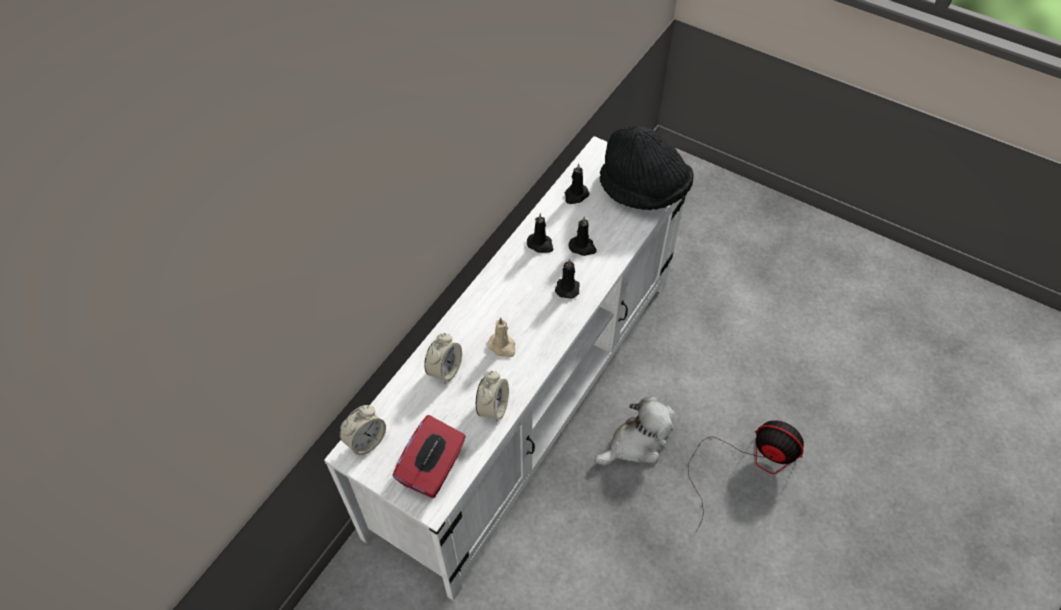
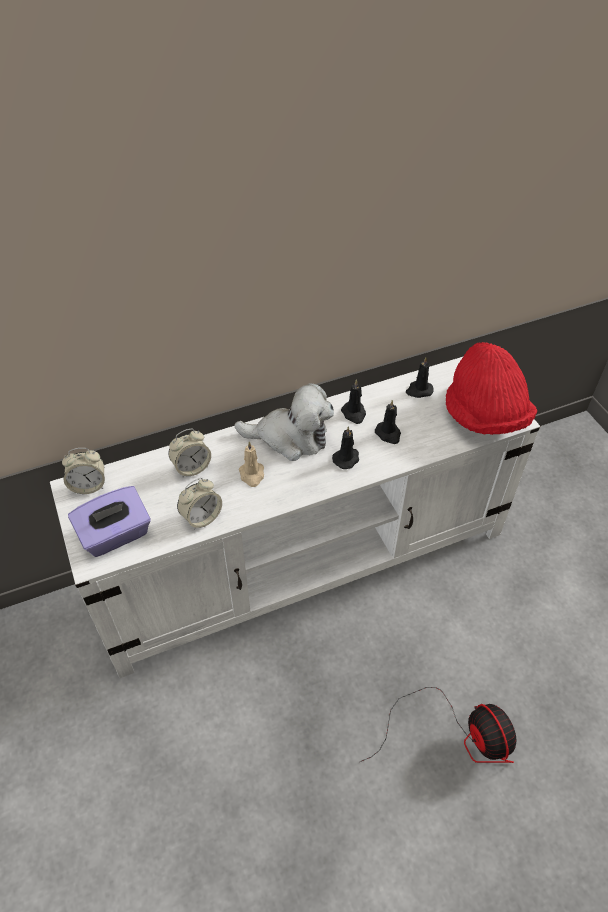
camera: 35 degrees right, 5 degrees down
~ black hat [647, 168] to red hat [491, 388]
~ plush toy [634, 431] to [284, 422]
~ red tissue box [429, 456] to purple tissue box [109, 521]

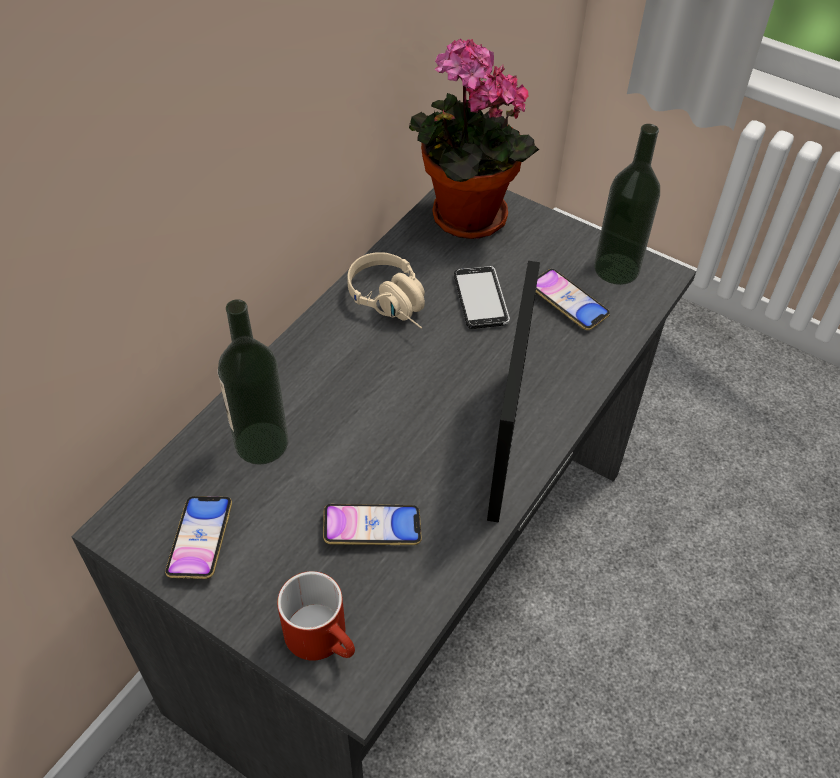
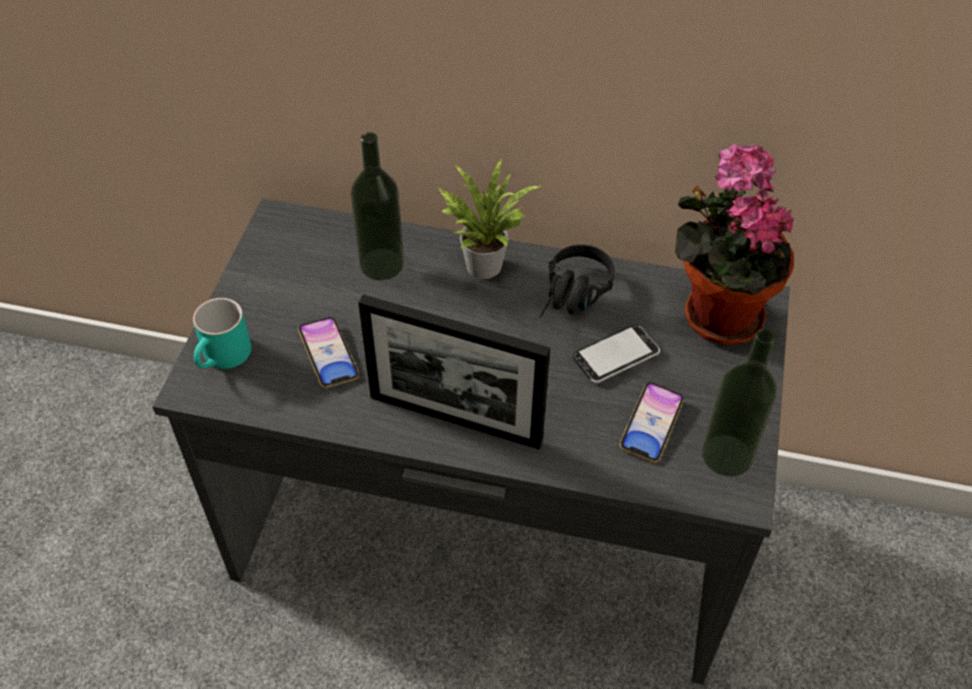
camera: 70 degrees right, 0 degrees up
~ beige headphones [386, 290] to black headphones [577, 281]
~ picture frame [513, 392] = [454, 372] 150 degrees counterclockwise
- phone [198, 537]
~ red mug [316, 616] to turquoise mug [222, 333]
+ potted plant [491, 218]

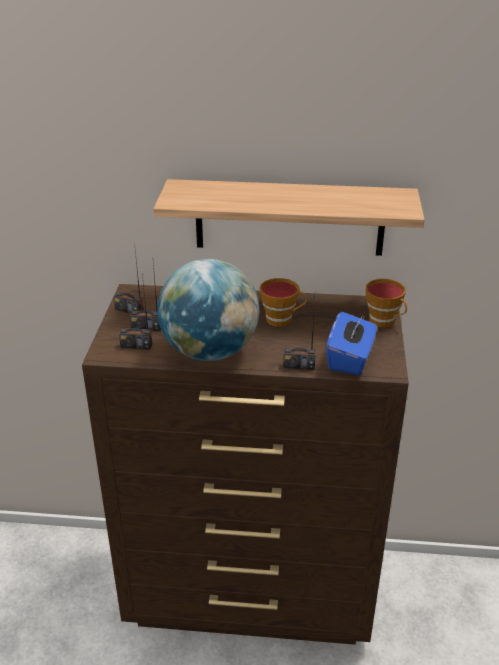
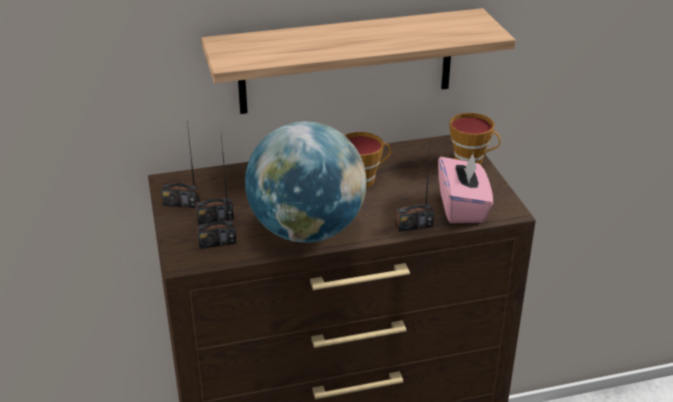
camera: 20 degrees left, 0 degrees up
~ blue tissue box [351, 343] to pink tissue box [465, 187]

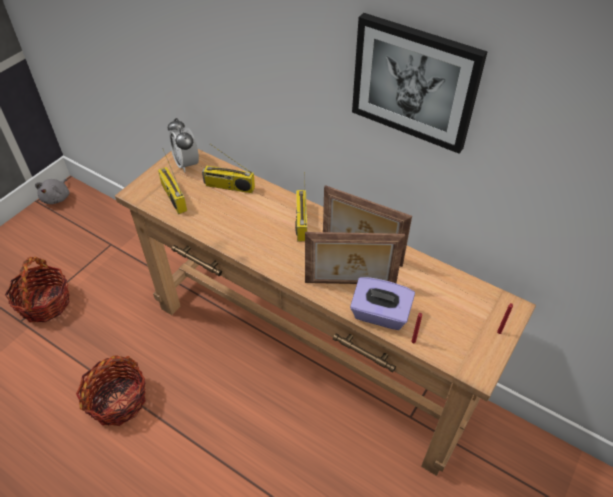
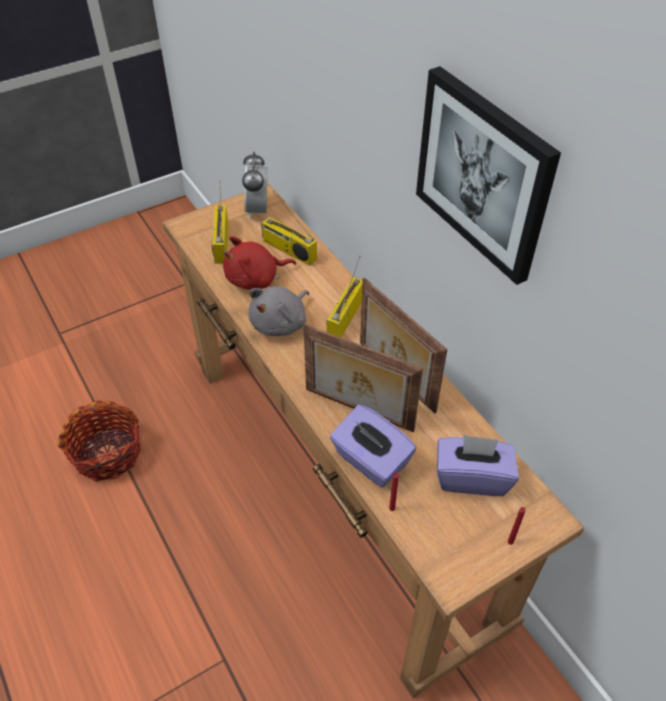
camera: 25 degrees right, 0 degrees up
~ grey plush toy [52, 191] to [278, 311]
- basket [37, 289]
+ red plush toy [259, 263]
+ purple tissue box [478, 465]

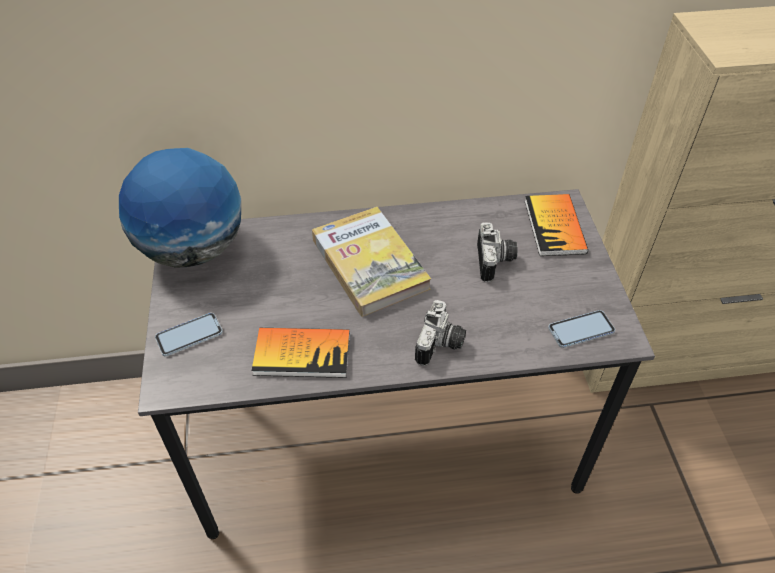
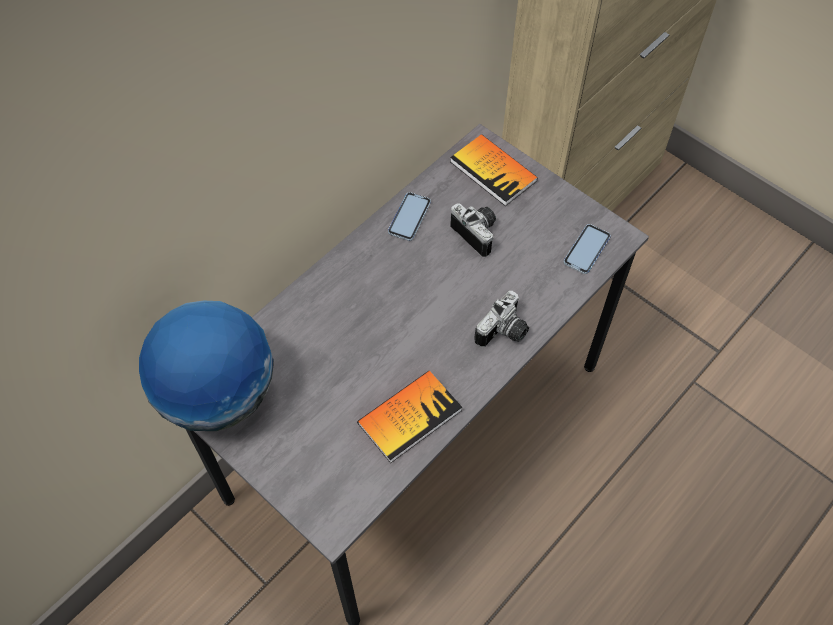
camera: 40 degrees left, 10 degrees up
- book [371, 262]
~ photo camera [440, 333] = [501, 319] 60 degrees clockwise
~ phone [189, 334] to [409, 216]

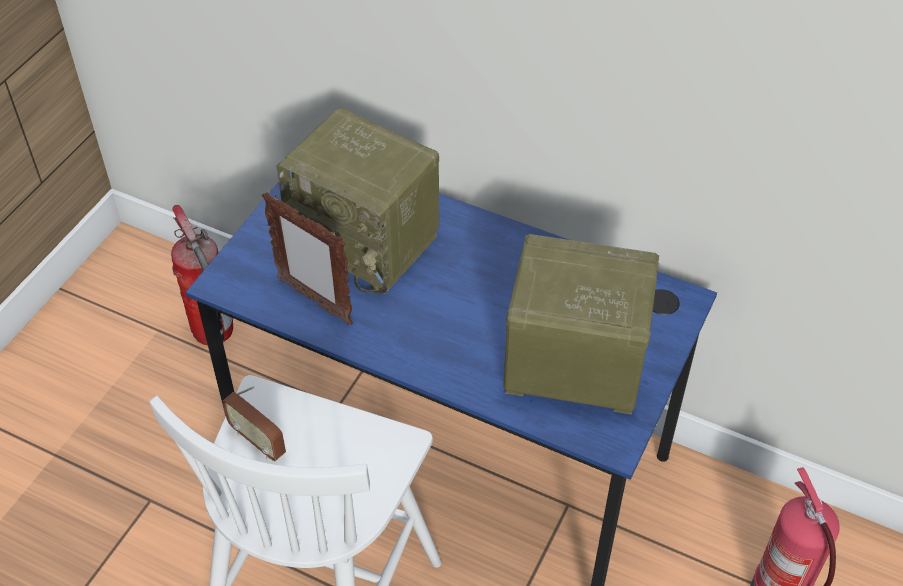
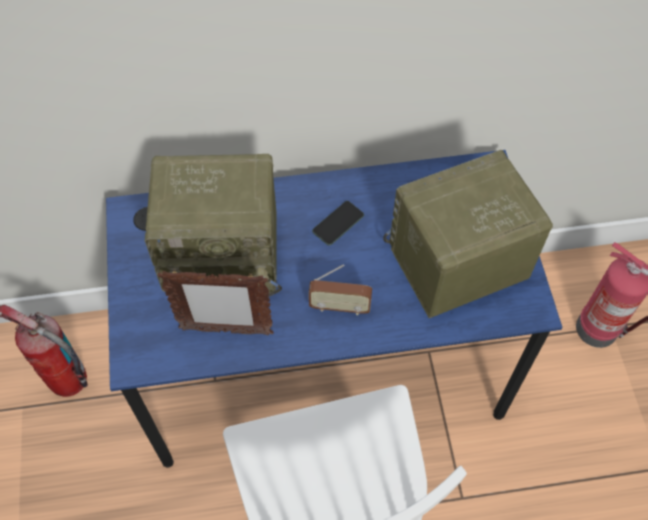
camera: 35 degrees left, 10 degrees up
~ radio [254, 423] to [340, 290]
+ phone [338, 223]

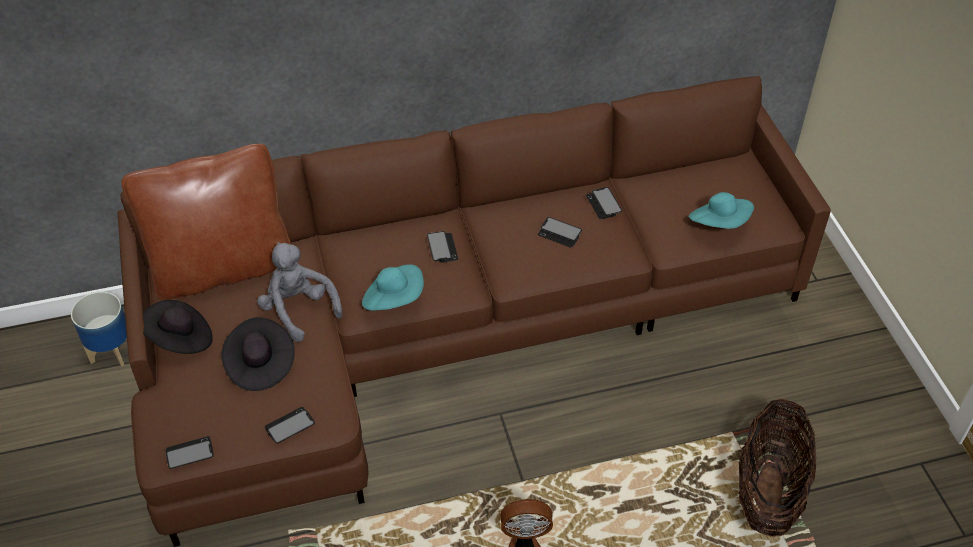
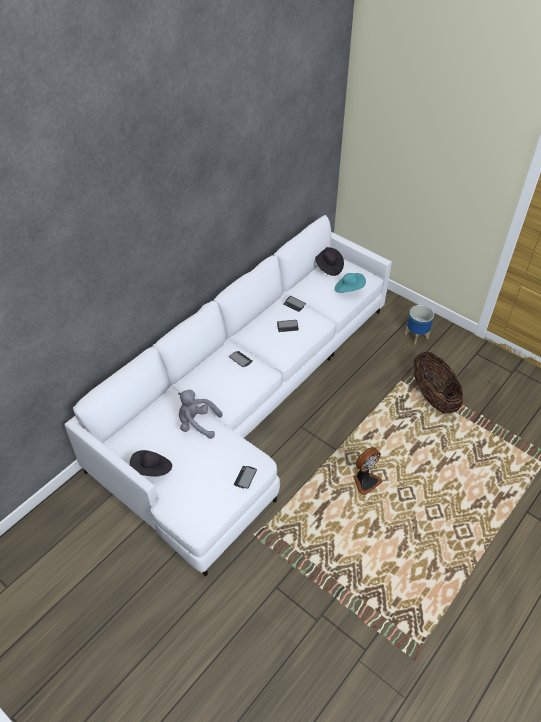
camera: 35 degrees left, 0 degrees up
~ brown sofa [474, 311] to white sofa [228, 396]
- brown pillow [206, 222]
- turquoise hat [393, 287]
~ planter [99, 329] to [419, 324]
~ black hat [258, 354] to [329, 261]
- phone [190, 452]

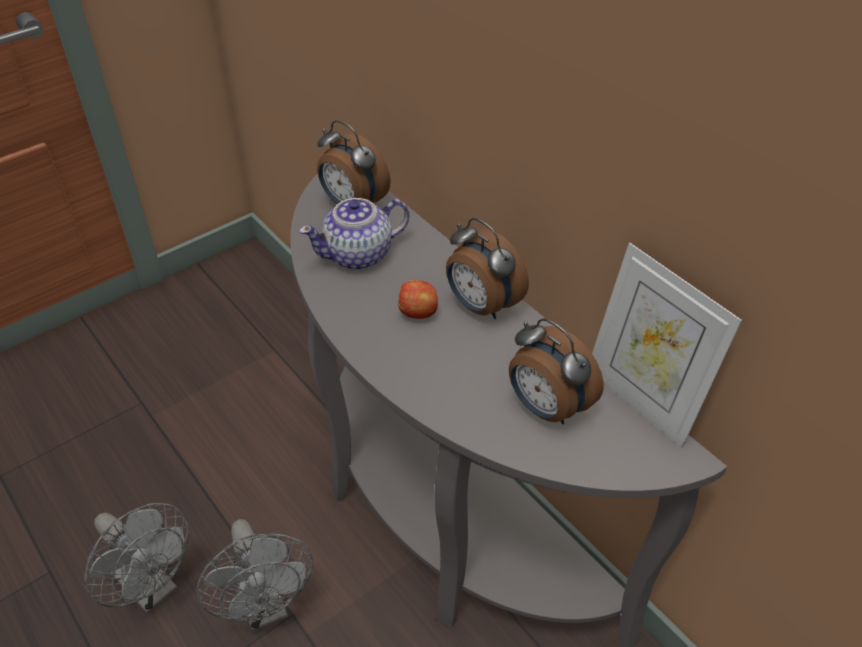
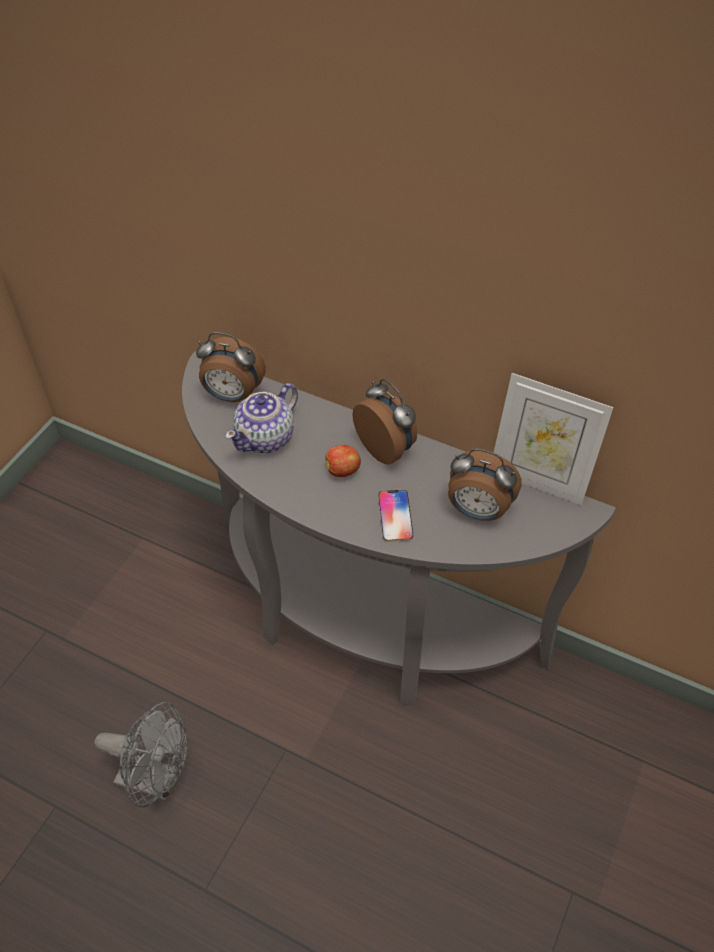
camera: 25 degrees left, 5 degrees up
~ alarm clock [487, 268] = [384, 421] 150 degrees counterclockwise
- grey fan [254, 575]
+ phone [395, 516]

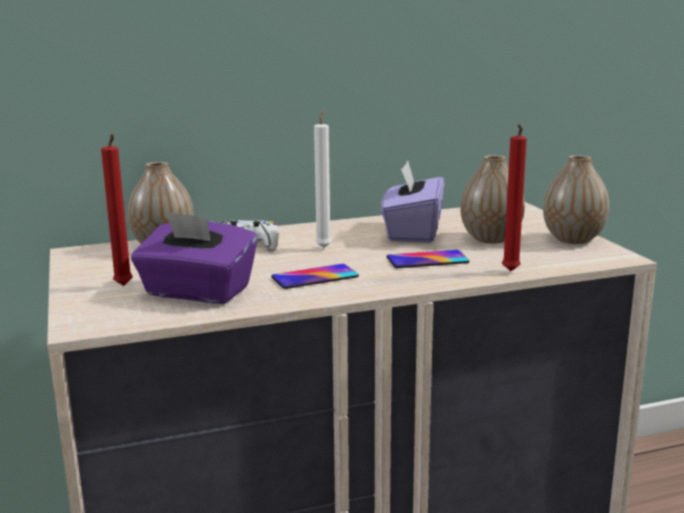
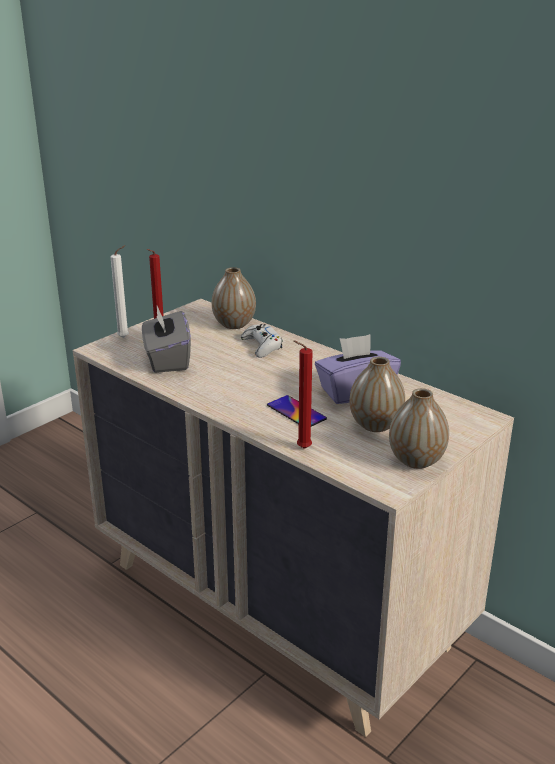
camera: 60 degrees right, 10 degrees up
~ white candle [323, 178] to [119, 291]
~ purple tissue box [194, 257] to grey tissue box [166, 339]
- phone [315, 276]

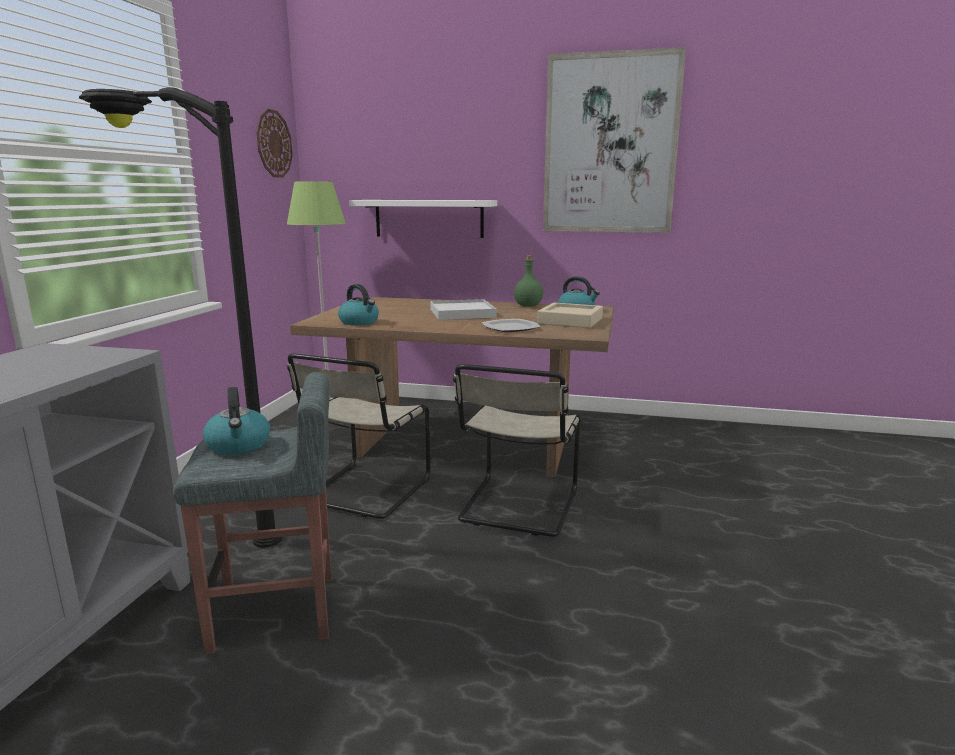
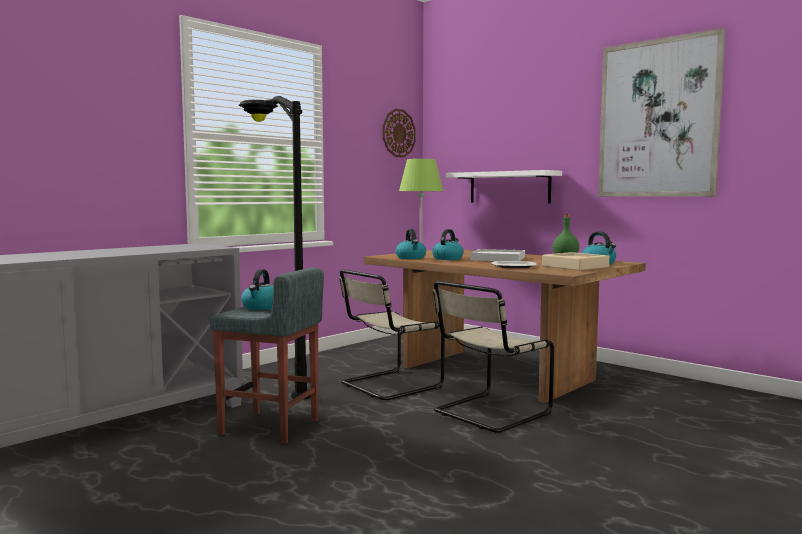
camera: 30 degrees right, 10 degrees down
+ kettle [448, 244]

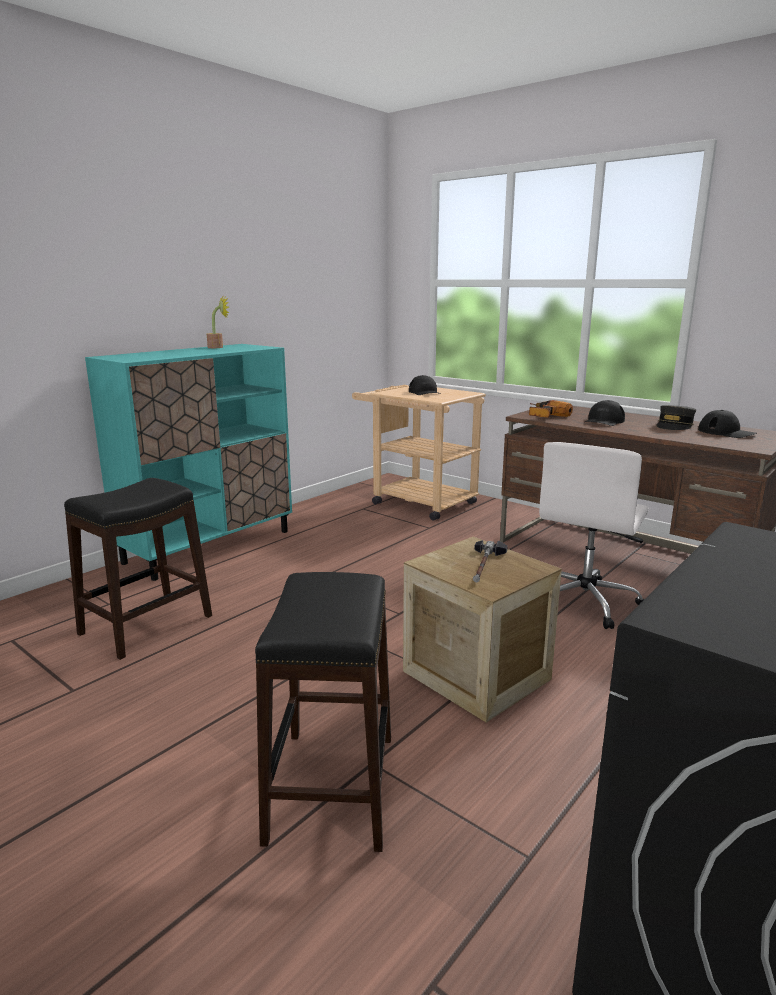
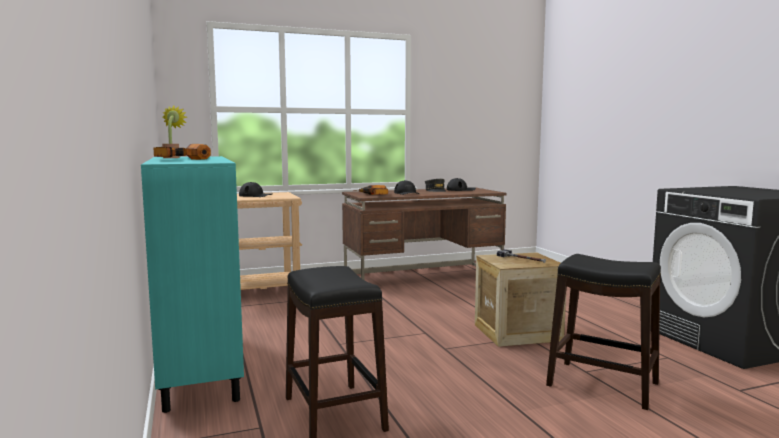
camera: 60 degrees left, 10 degrees down
- white office chair [594, 535]
+ power drill [182, 152]

